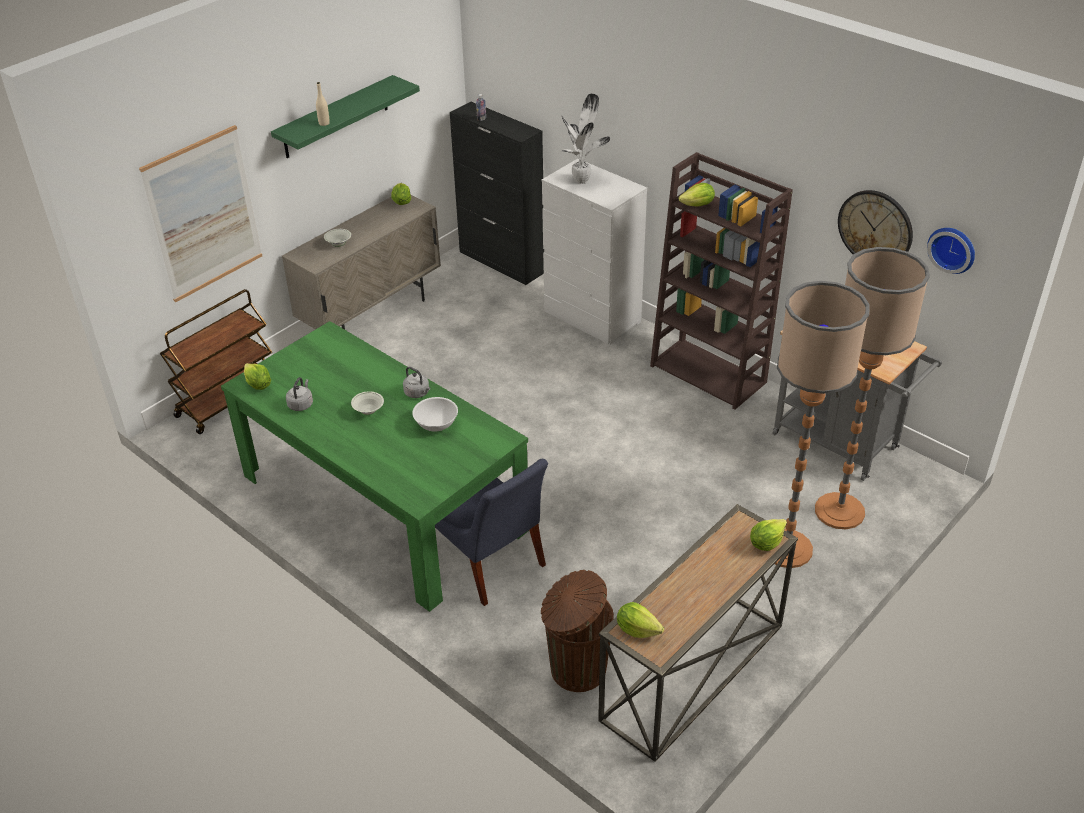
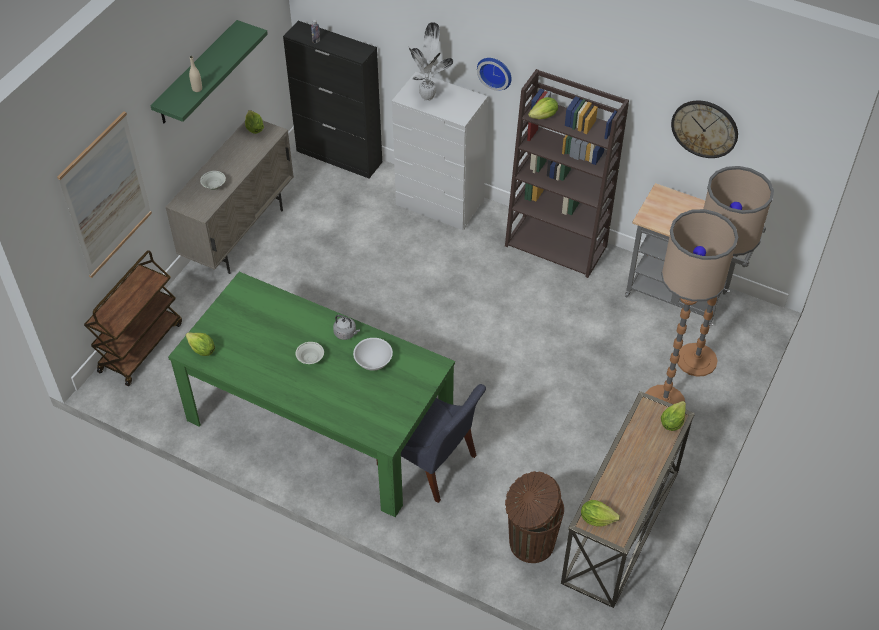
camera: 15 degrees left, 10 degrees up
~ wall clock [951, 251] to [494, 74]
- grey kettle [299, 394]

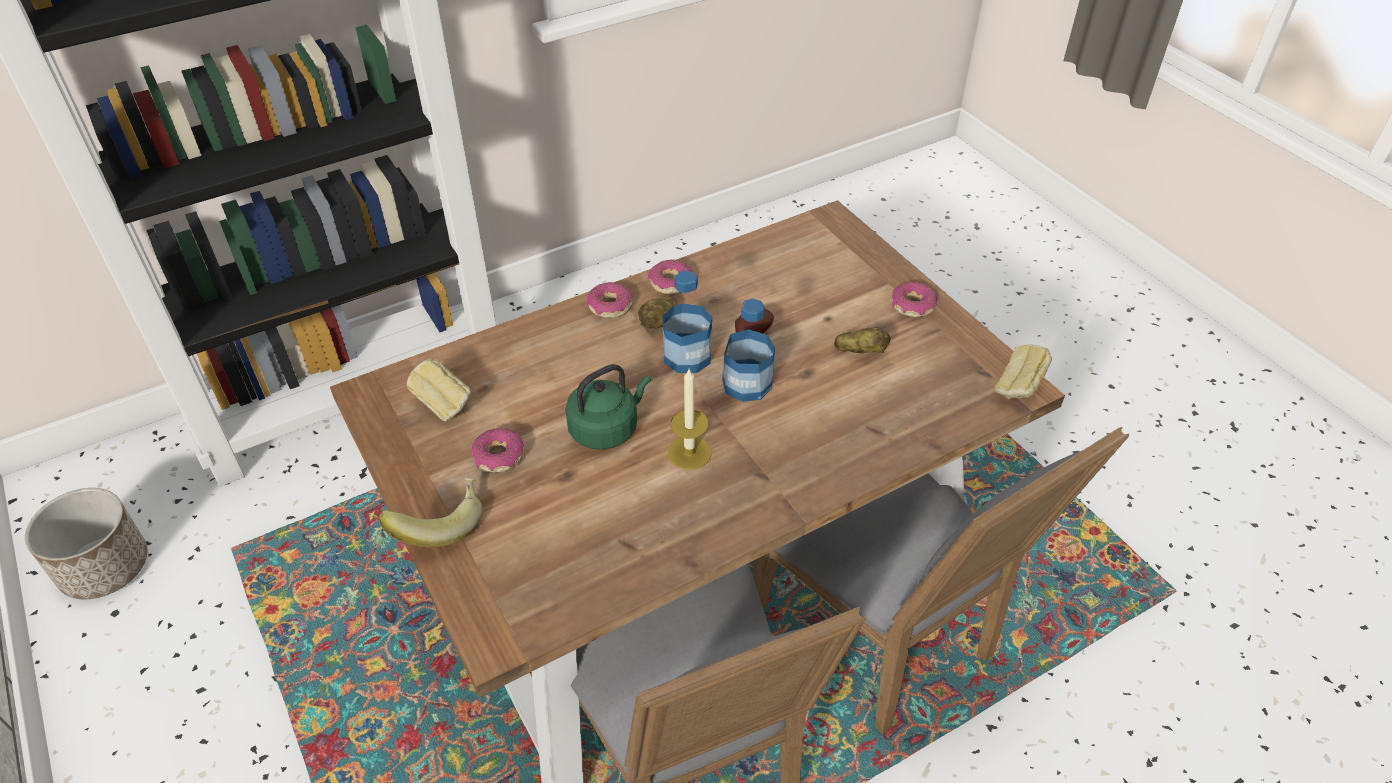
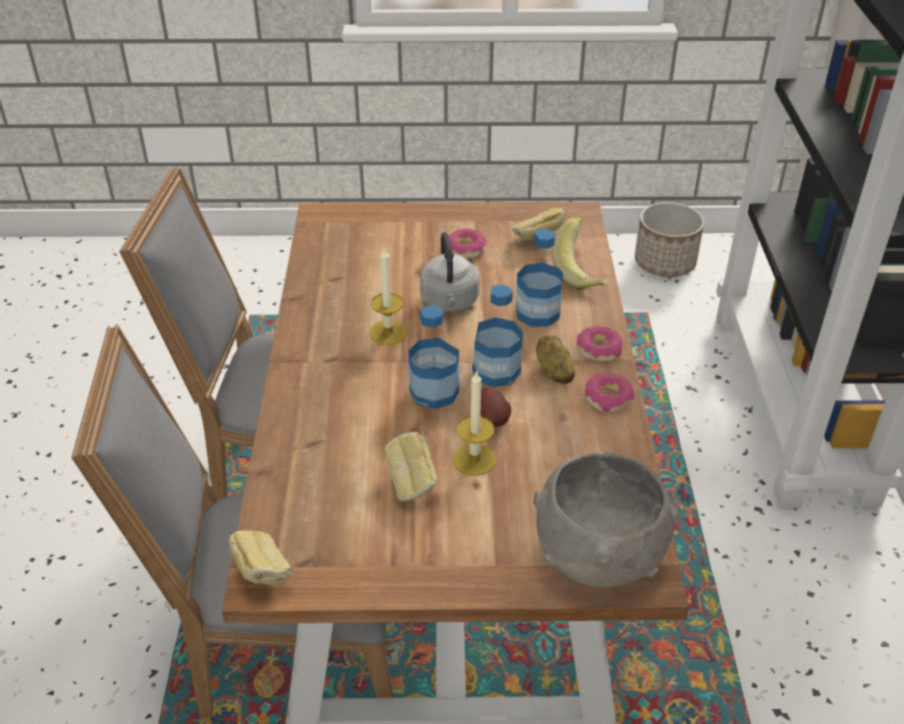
camera: 120 degrees right, 5 degrees down
- donut [914, 299]
~ potato [862, 340] to bread [411, 466]
~ green kettle [608, 407] to grey kettle [449, 272]
~ banana [431, 512] to [580, 253]
+ bottle [539, 278]
+ candle [475, 423]
+ grey bowl [606, 519]

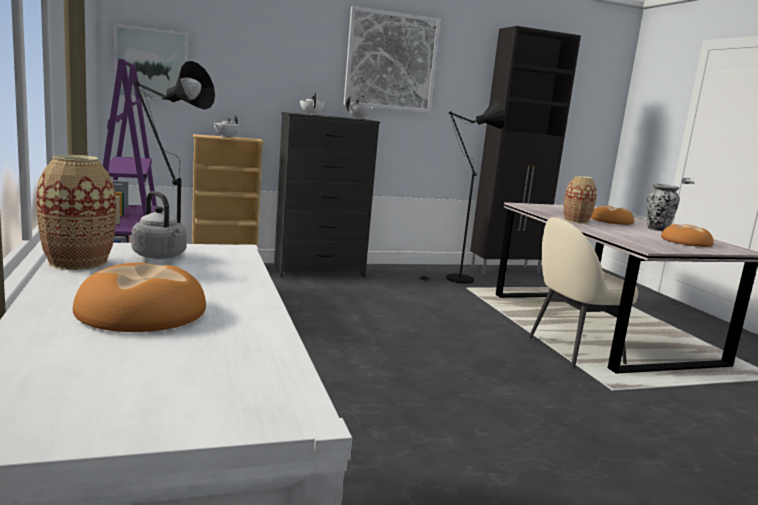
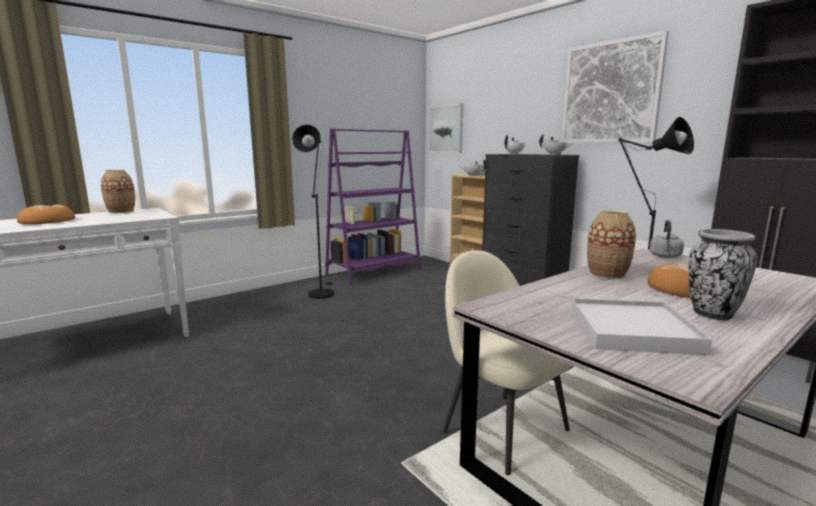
camera: 70 degrees right, 0 degrees up
~ grey kettle [159, 225] to [667, 239]
~ bread [687, 235] to white tray [641, 327]

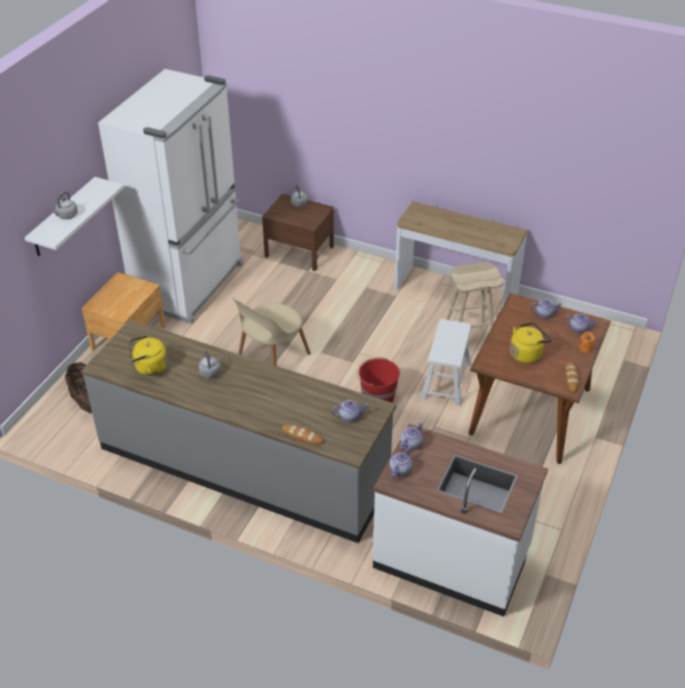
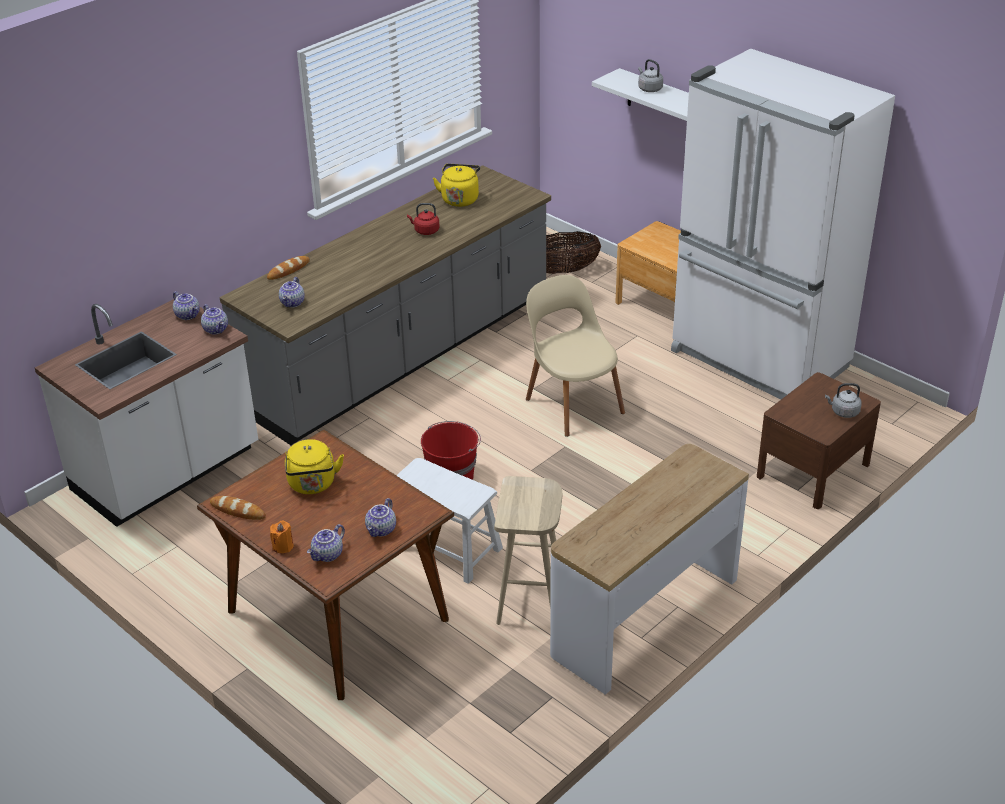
camera: 110 degrees right, 5 degrees down
~ grey kettle [210, 364] to red kettle [423, 219]

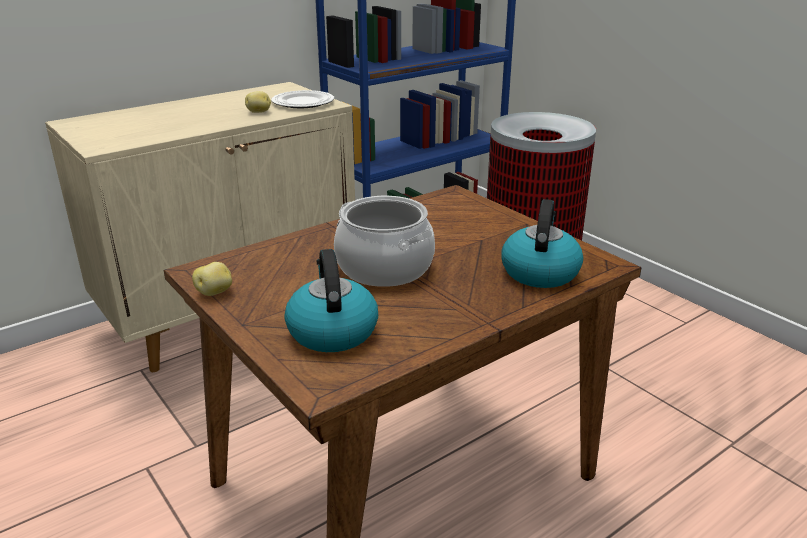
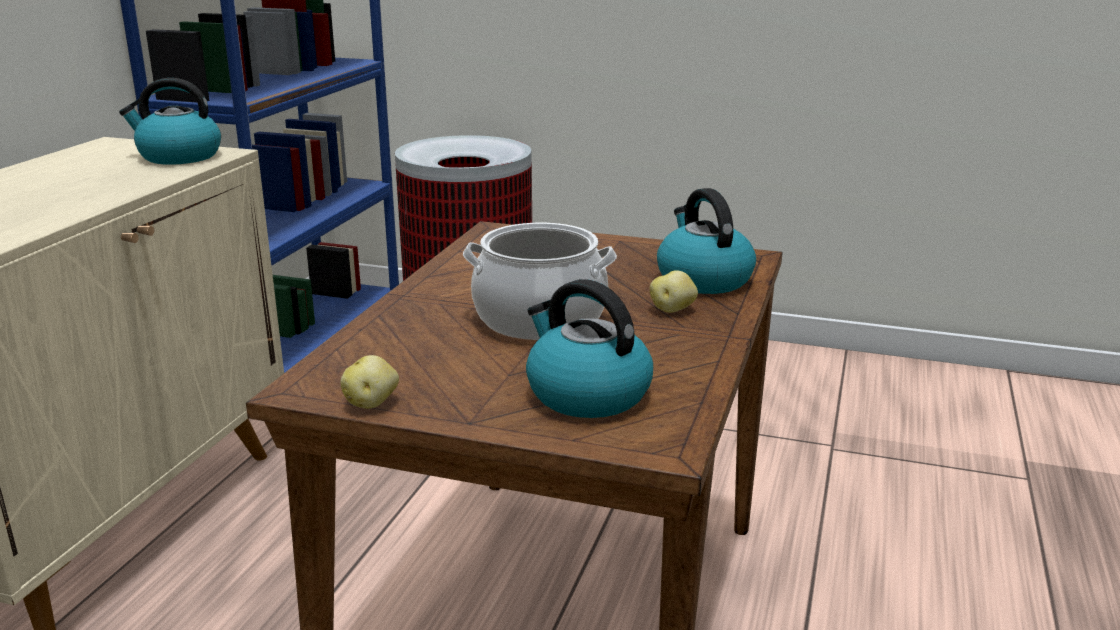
camera: 35 degrees left, 5 degrees down
~ plate [302, 99] to kettle [170, 121]
~ potato [258, 102] to [674, 291]

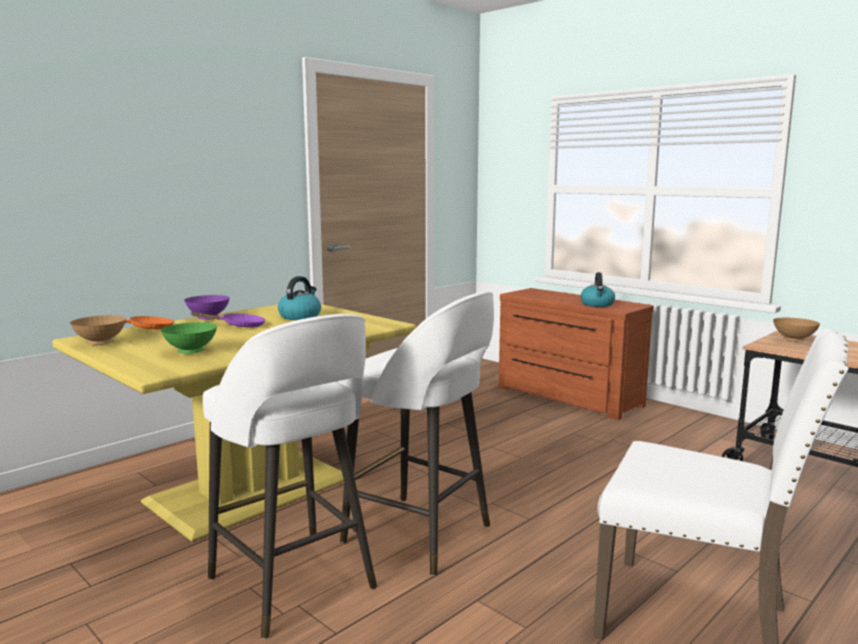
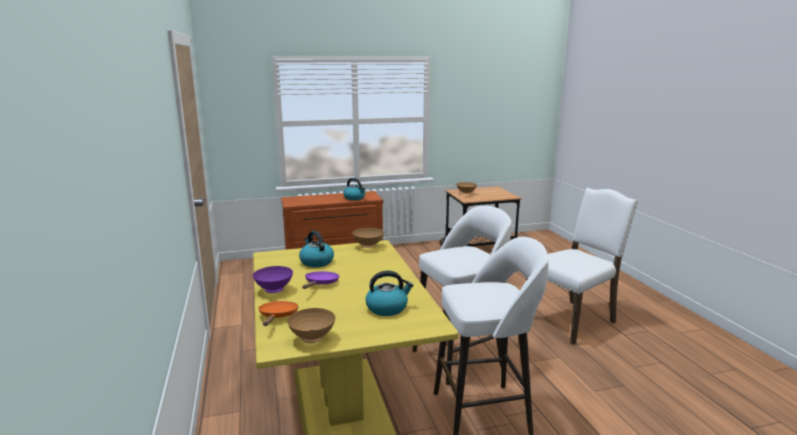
camera: 60 degrees left, 5 degrees up
~ green bowl [189, 338] to kettle [390, 293]
+ brown bowl [368, 238]

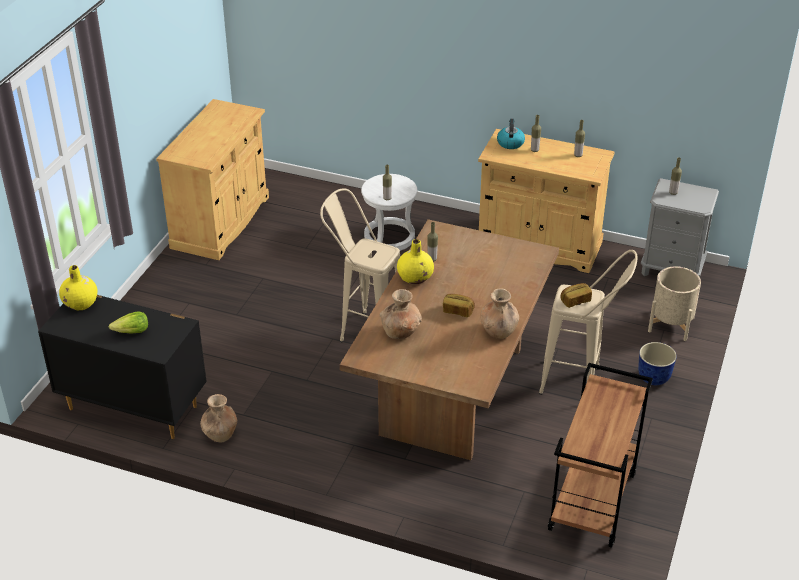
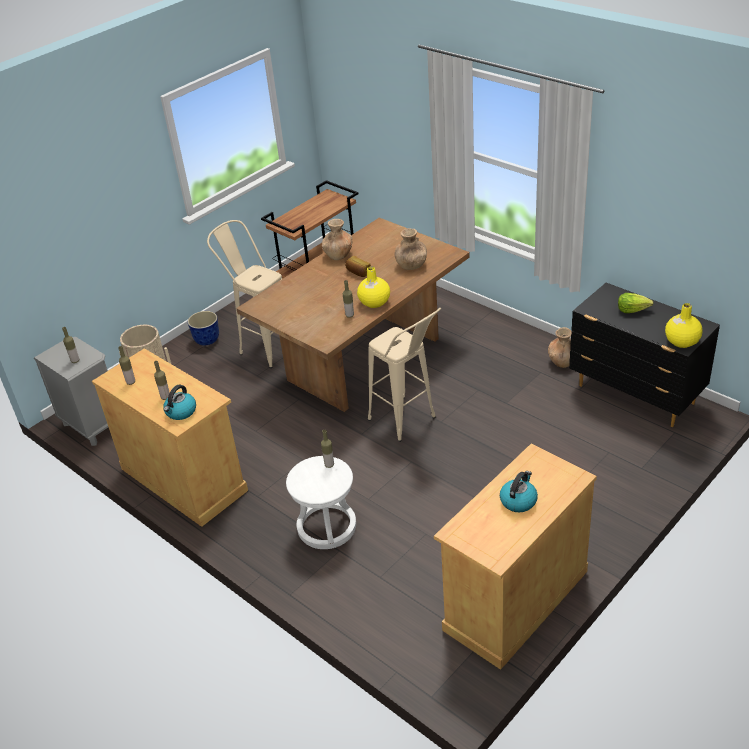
camera: 155 degrees left, 0 degrees up
- bread [576, 295]
+ kettle [519, 491]

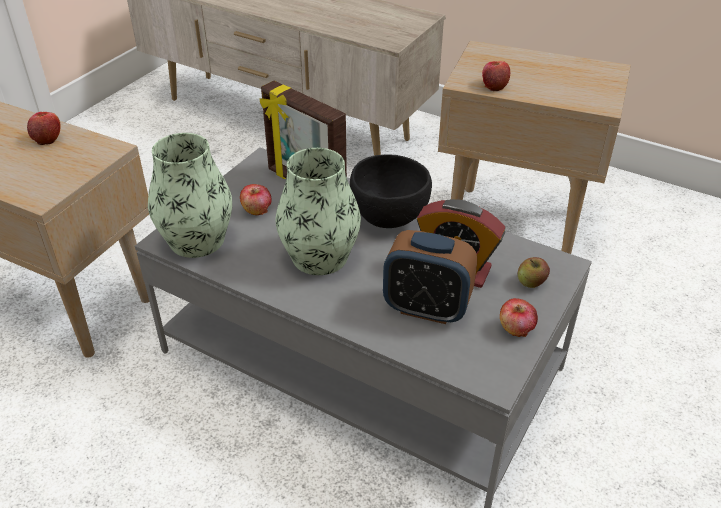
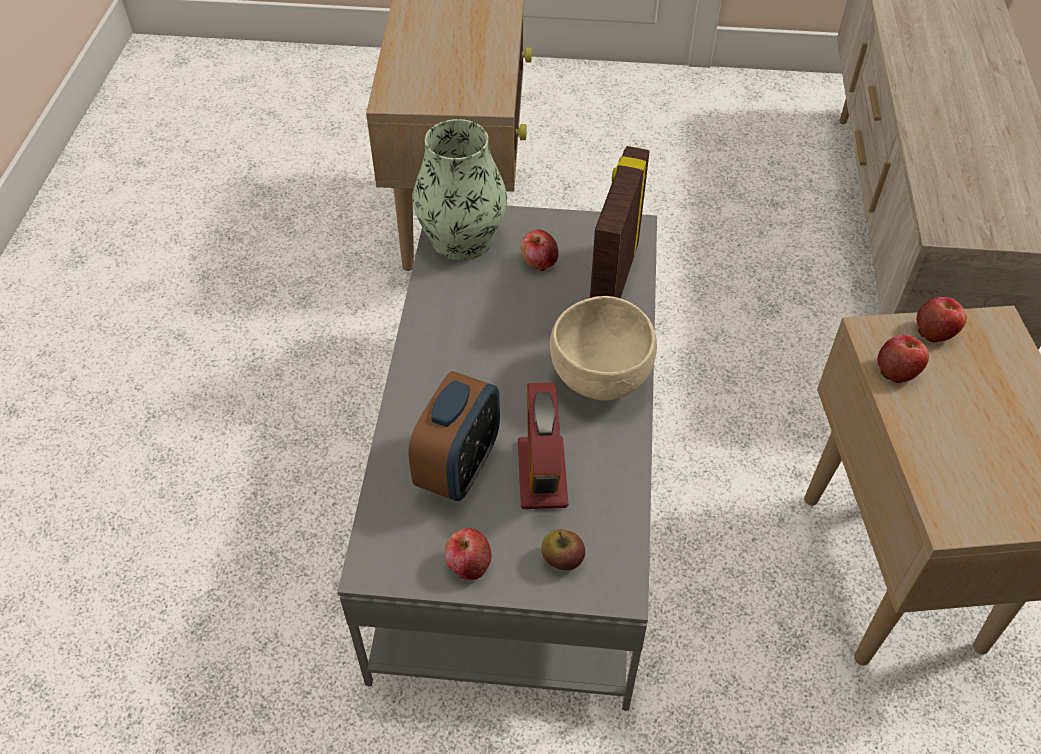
camera: 65 degrees right, 10 degrees up
~ apple [44, 128] to [942, 320]
- vase [318, 211]
~ black bowl [391, 191] to beige bowl [603, 348]
~ alarm clock [430, 277] = [454, 436] 150 degrees counterclockwise

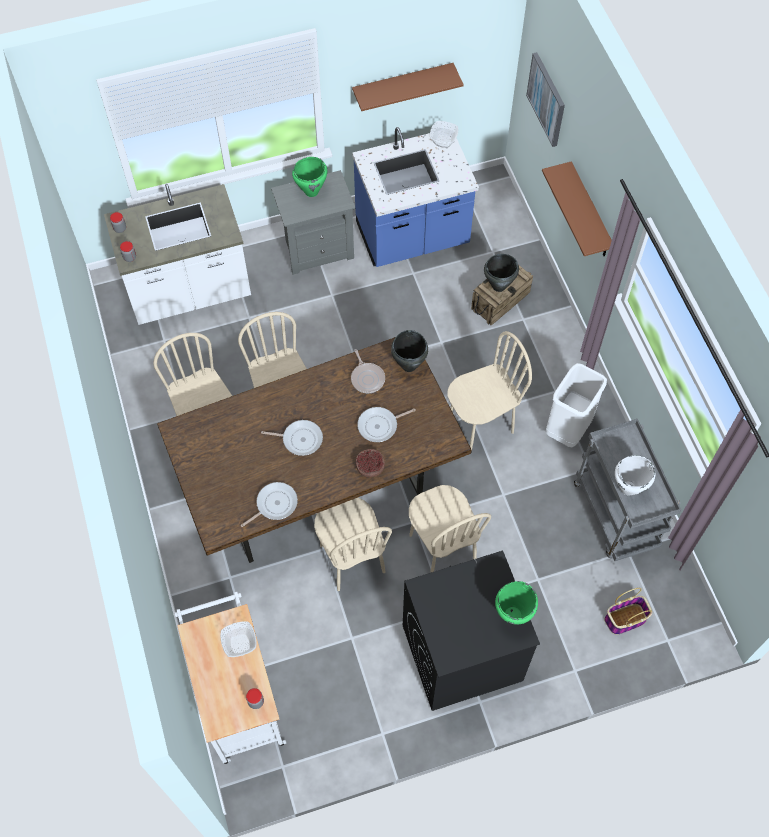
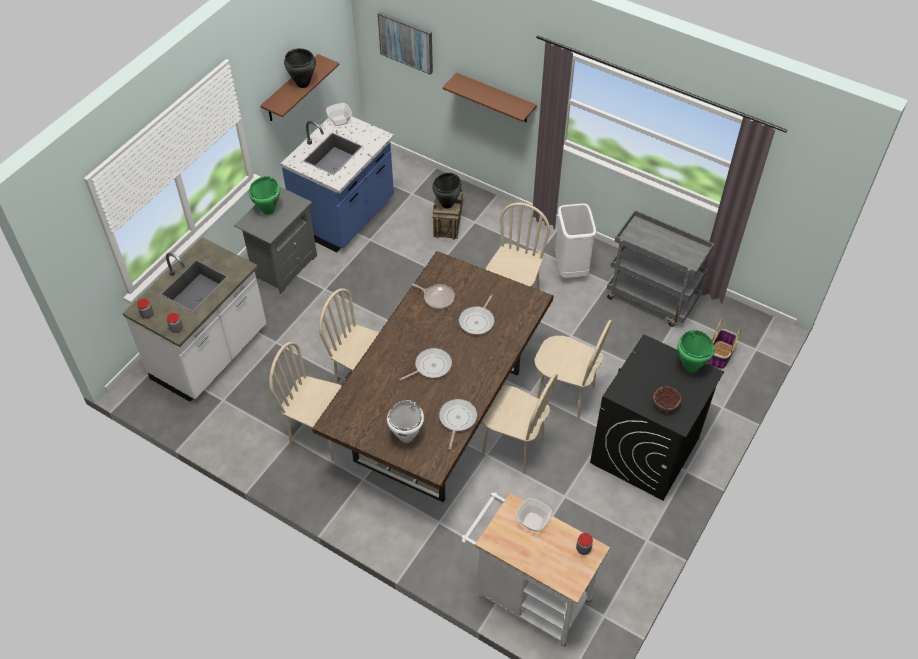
camera: 40 degrees left, 10 degrees down
~ black cooking pot [409, 351] to [300, 68]
~ bowl [370, 463] to [667, 399]
~ white cooking pot [635, 475] to [405, 421]

